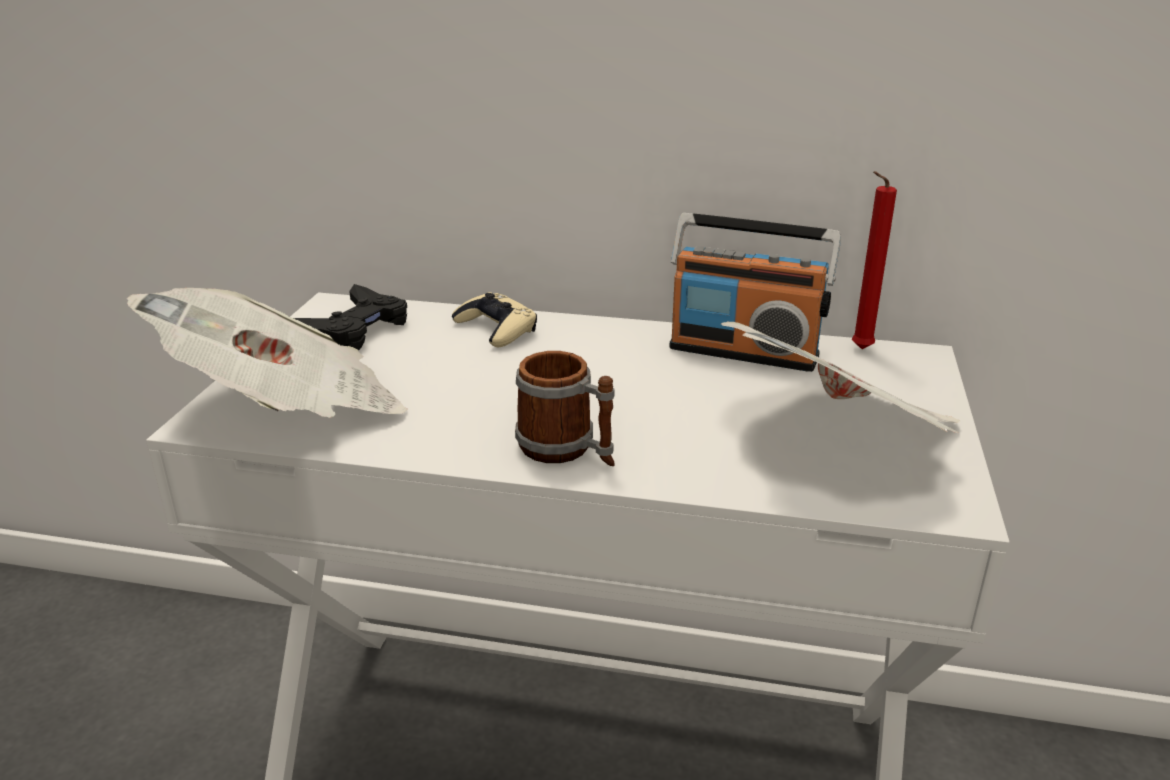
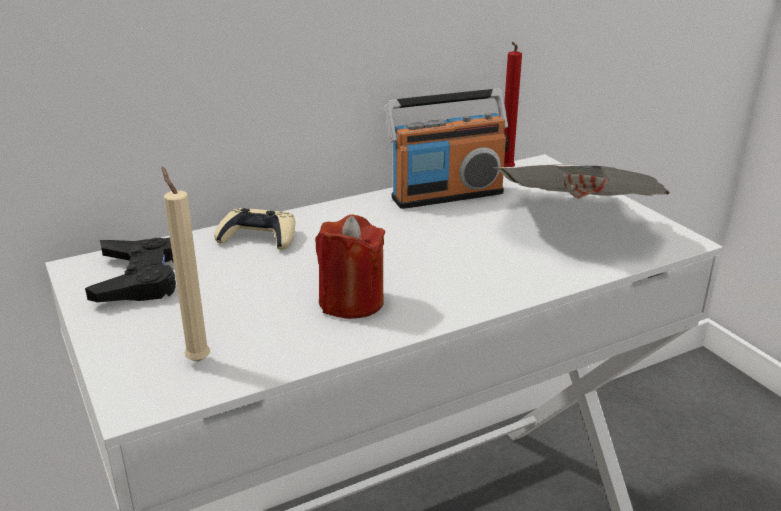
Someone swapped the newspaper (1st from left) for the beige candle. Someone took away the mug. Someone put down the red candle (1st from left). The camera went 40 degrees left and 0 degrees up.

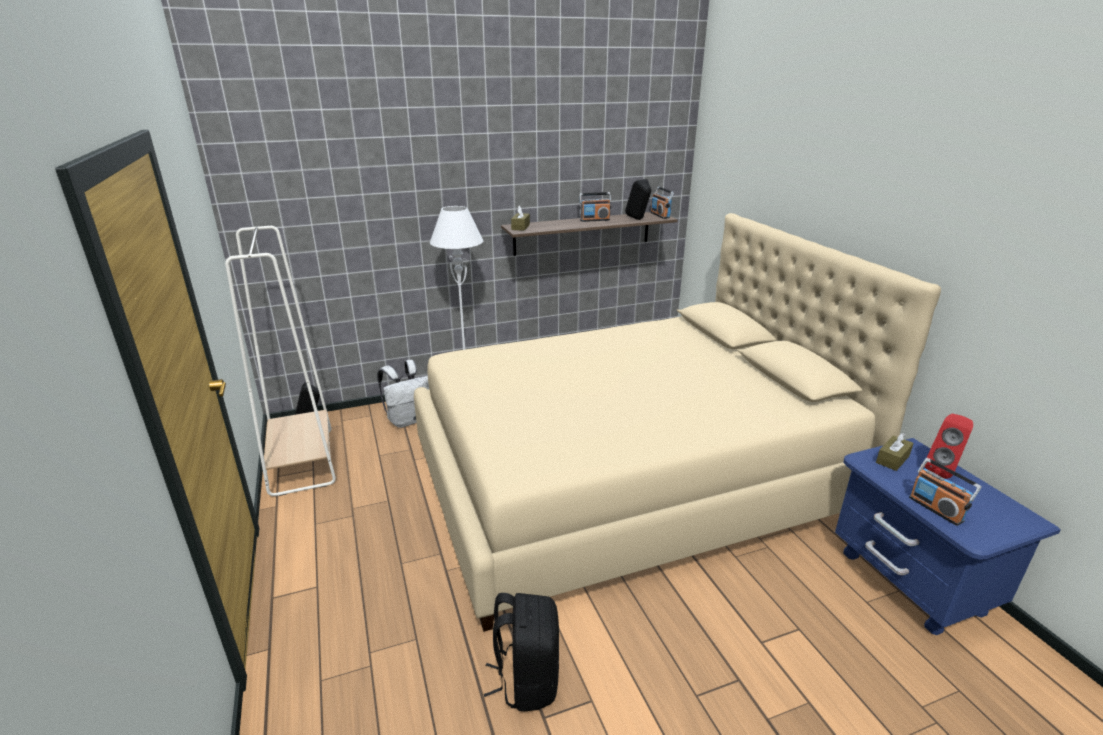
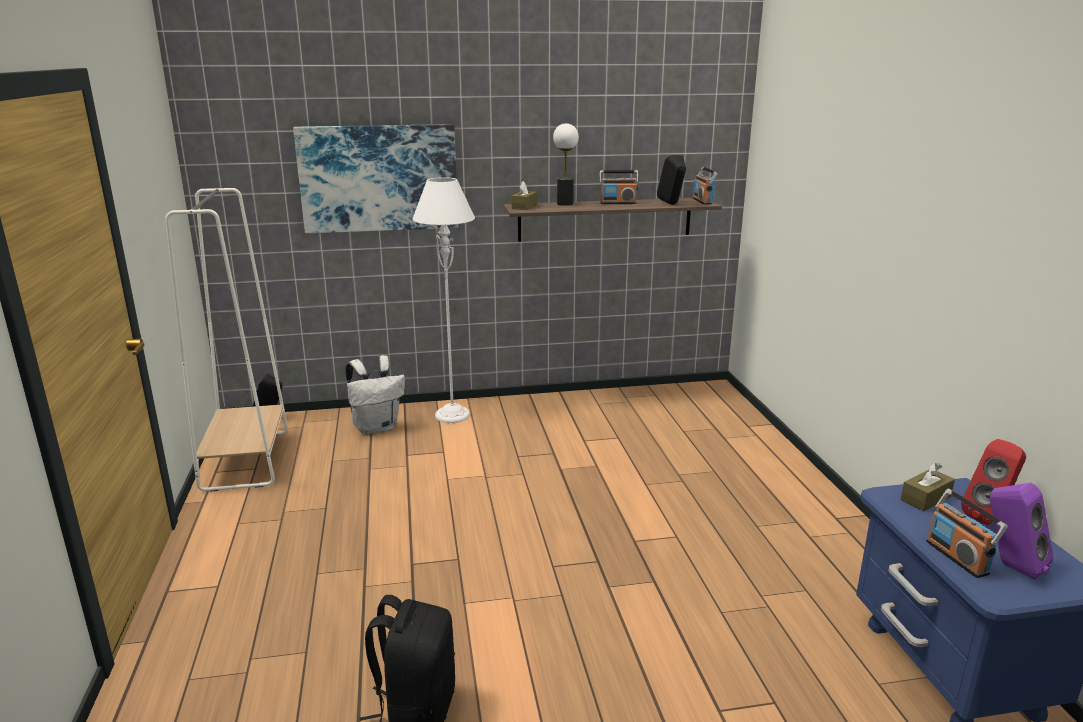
Someone took away the beige bed. Someone put down the table lamp. Someone put up the picture. Someone put down the purple speaker. The camera went 10 degrees right and 5 degrees down.

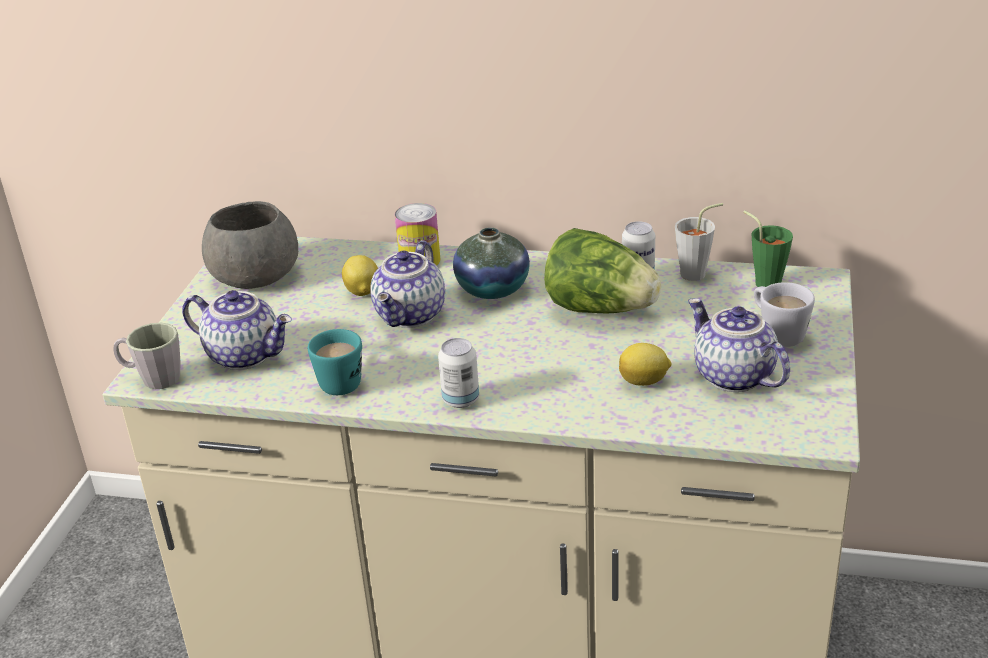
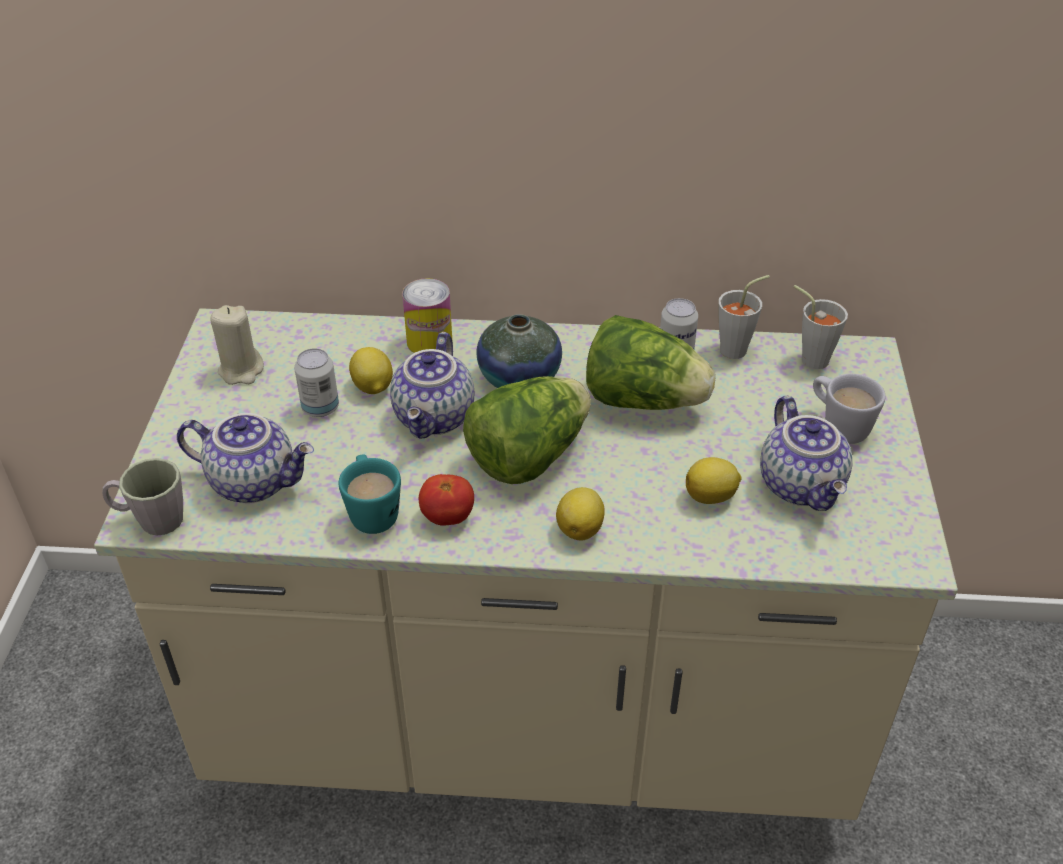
Someone swapped the grey bowl for the beige candle. Someone repainted the green cup, which became the grey cup (2nd from left). Someone rotated the teapot (3rd from left) by 150 degrees counterclockwise. Someone carried the can (2nd from left in the first image). Someone put down the lettuce (1st from left). Someone put down the tomato. Someone put down the lemon (2nd from left). The camera went 10 degrees left and 10 degrees up.

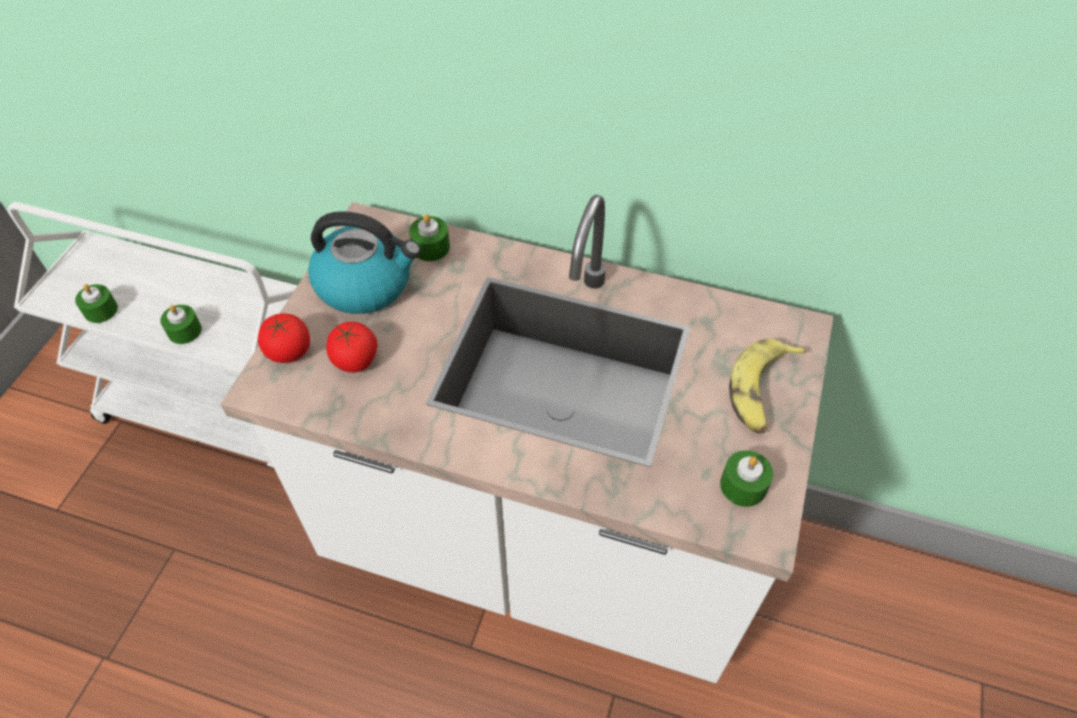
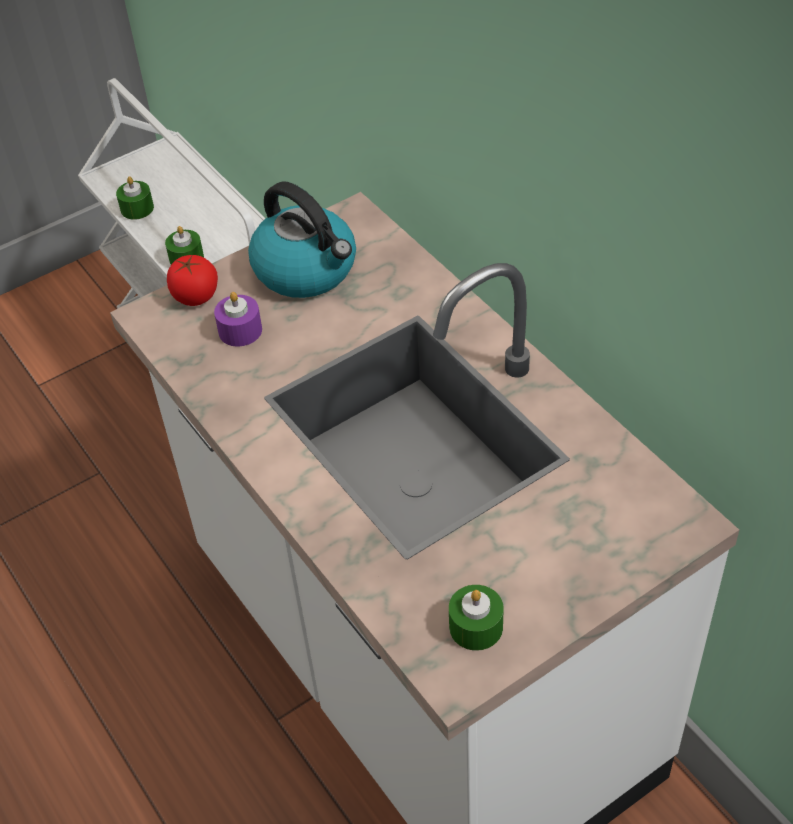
Someone took away the green candle (3rd from left). Someone swapped the tomato (2nd from left) for the purple candle. Someone took away the banana. The camera went 40 degrees right and 5 degrees down.

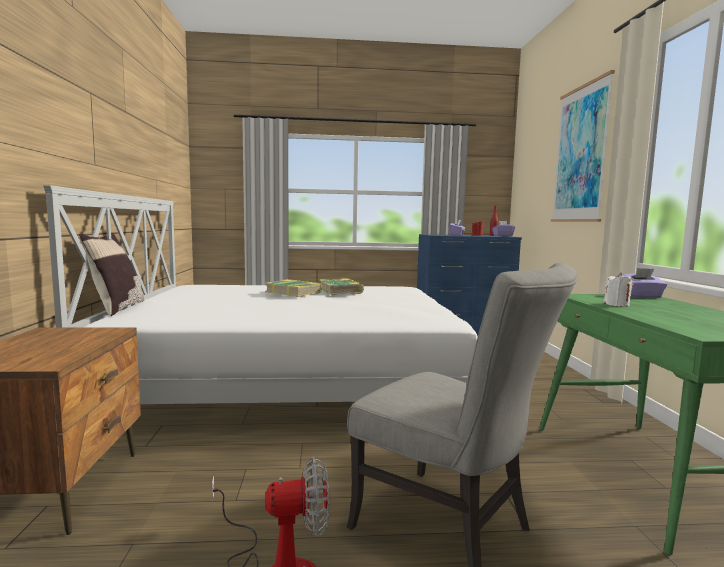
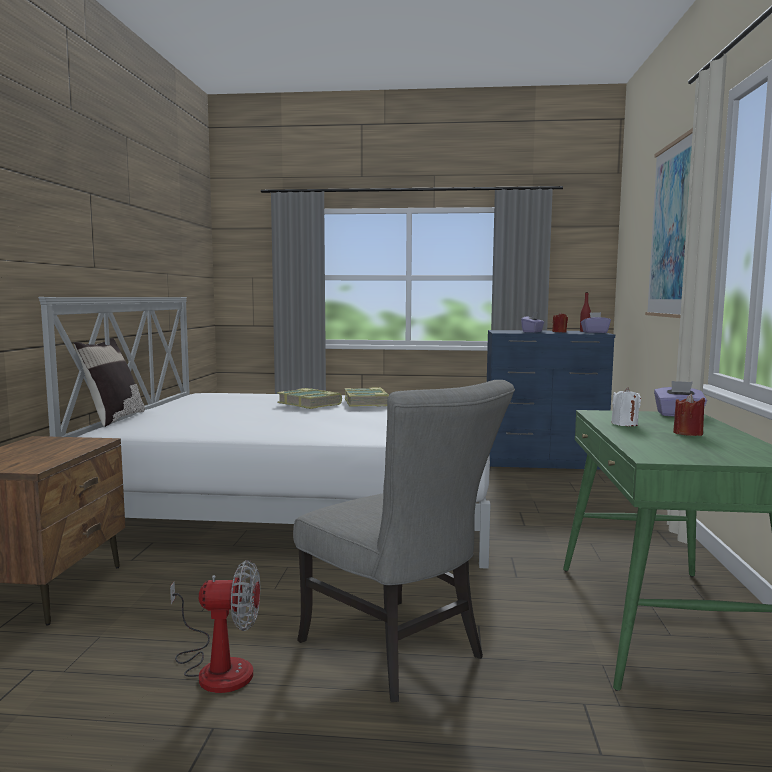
Someone put down the red candle (2nd from left). The camera went 10 degrees right and 0 degrees up.

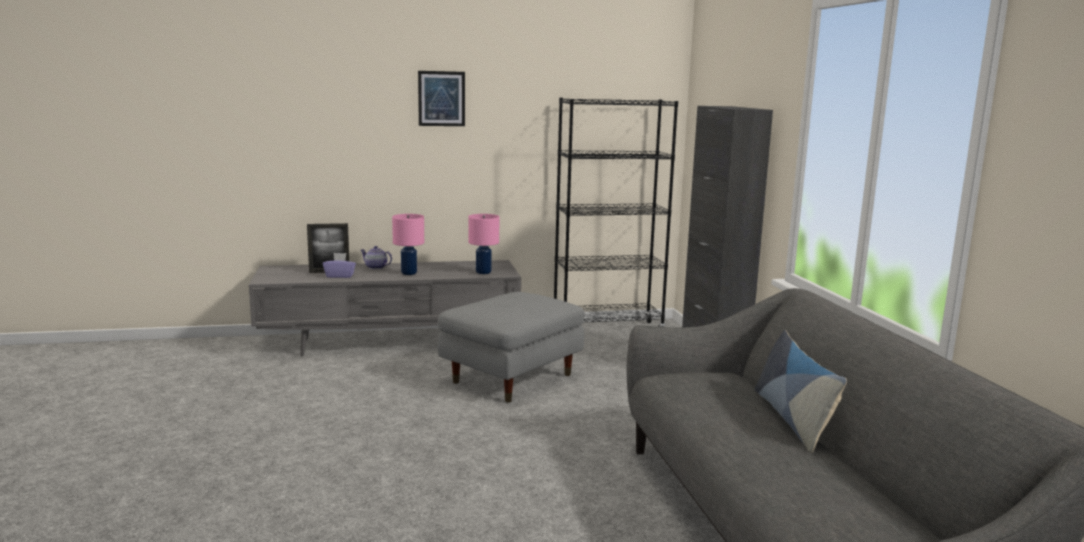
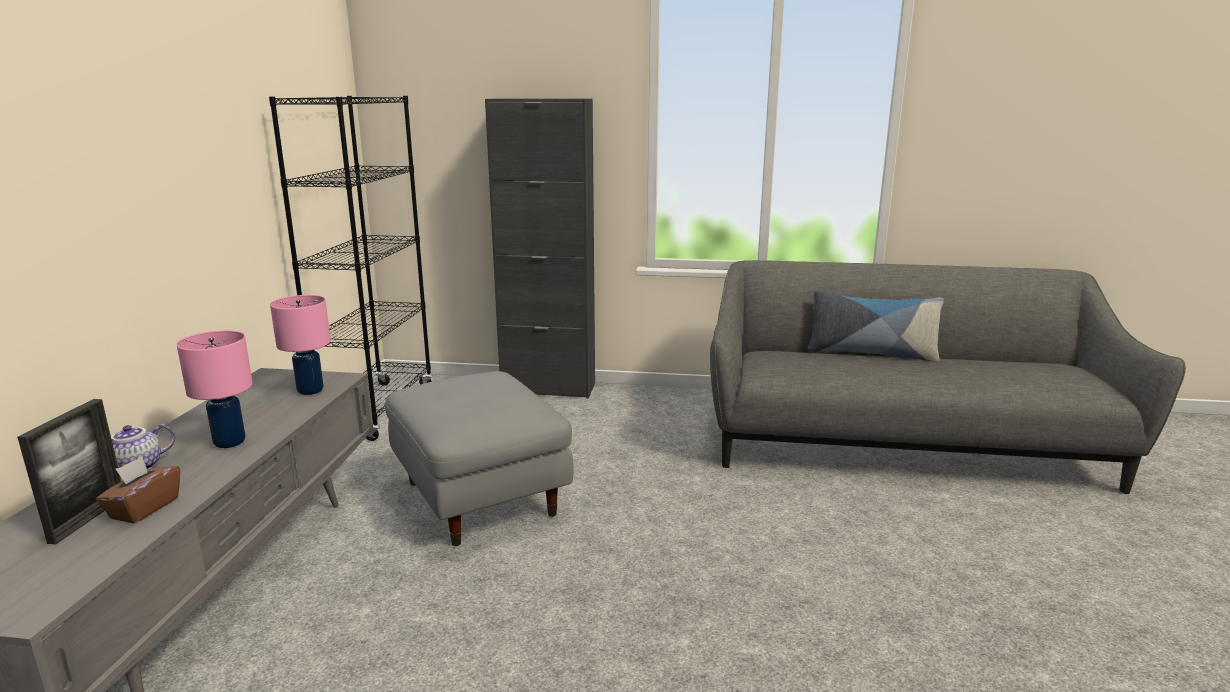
Someone took away the picture. Someone repainted the purple tissue box, which became the brown tissue box. The camera went 70 degrees left and 5 degrees up.

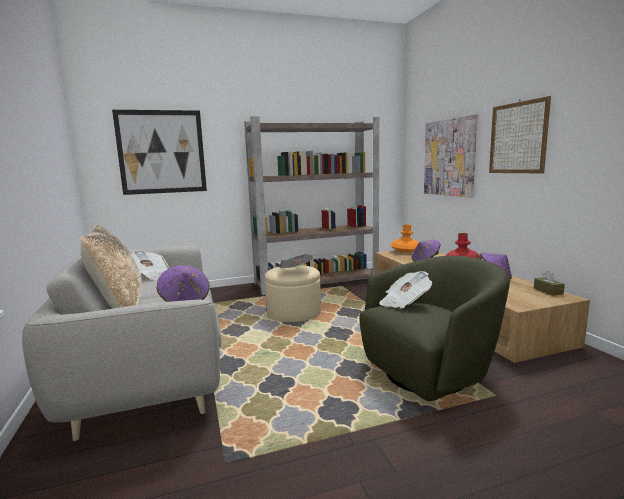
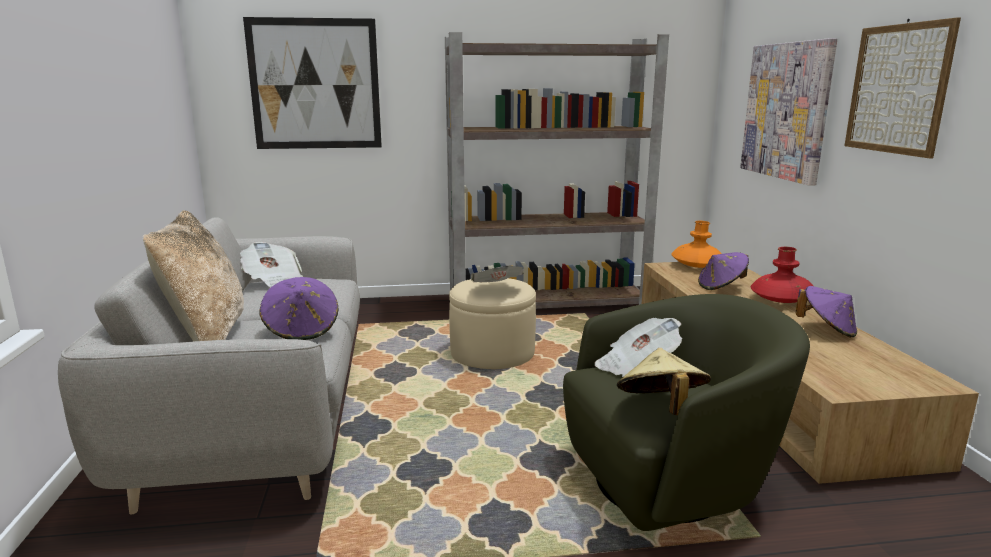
Someone took away the brown tissue box. Someone put down the beige hat. The camera went 10 degrees right and 5 degrees up.

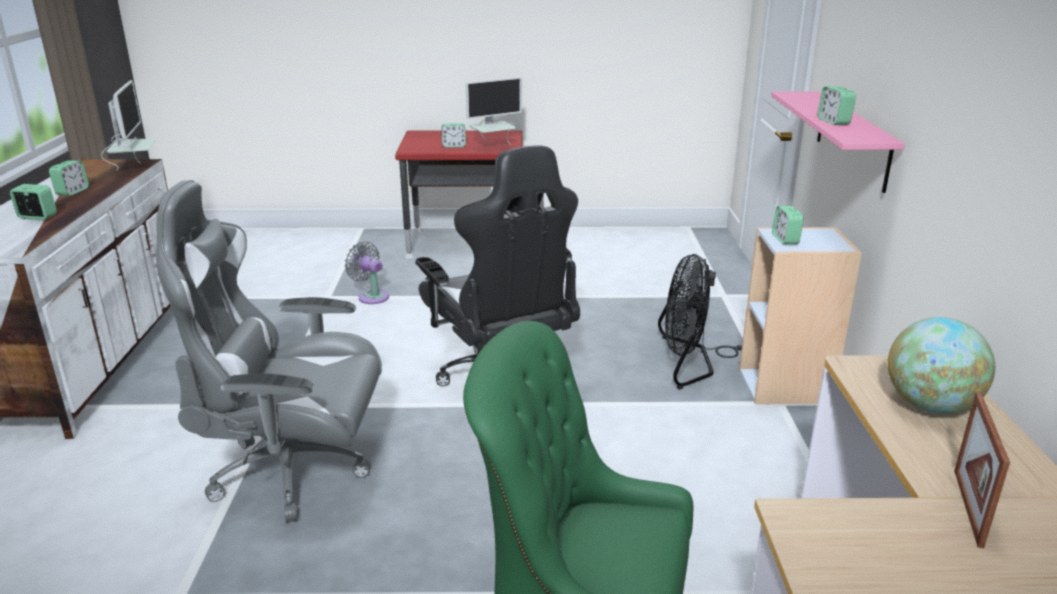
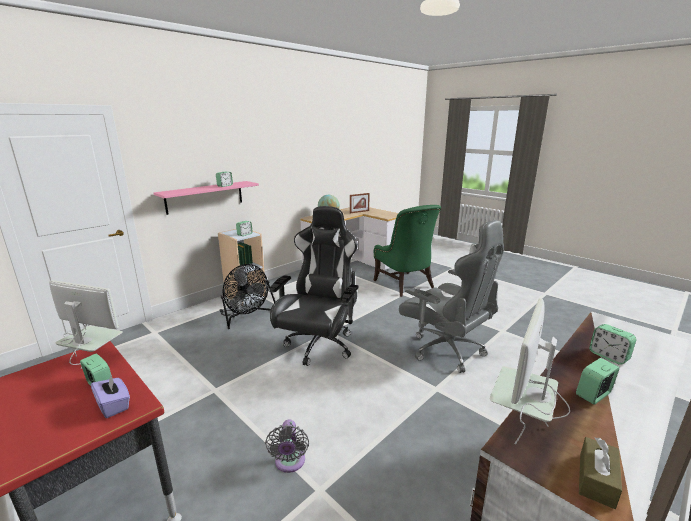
Someone put down the purple tissue box. Someone put down the brown tissue box. The camera went 135 degrees left and 5 degrees down.

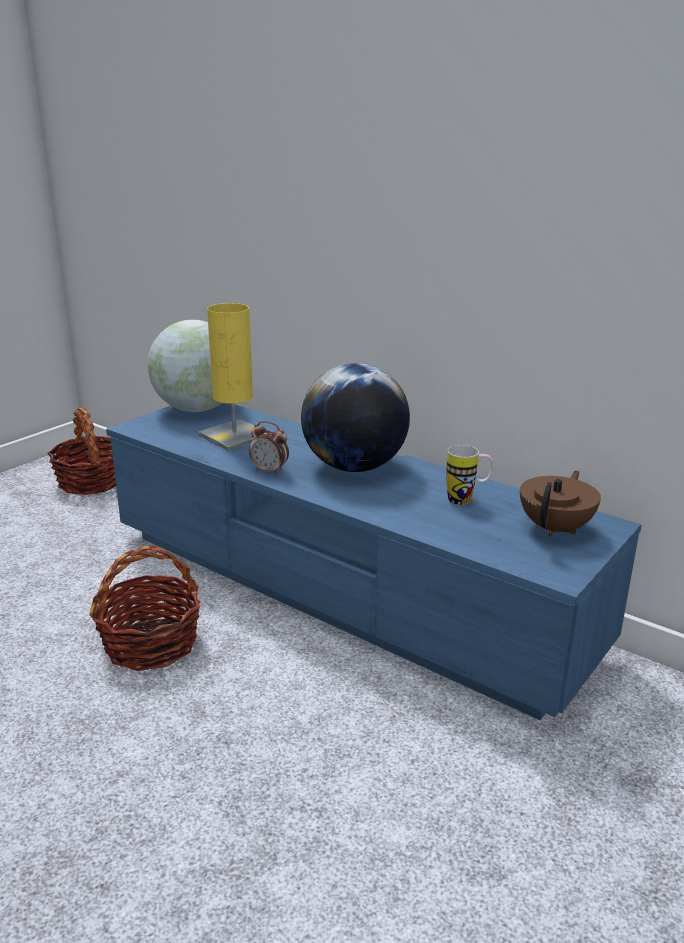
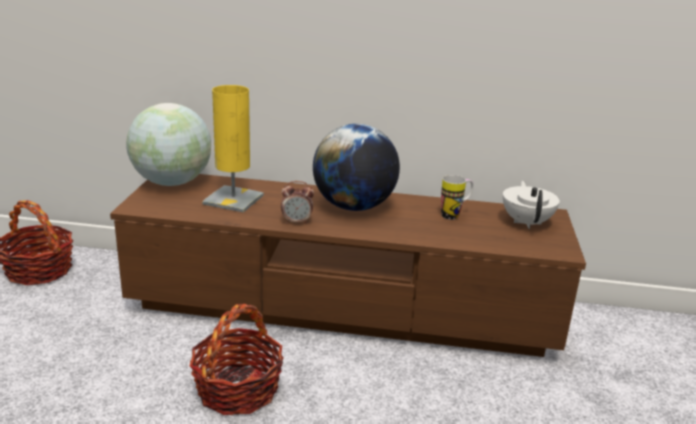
Someone repainted the blue tv stand, which became the brown tv stand. Someone repainted the brown teapot, which became the white teapot. The camera went 30 degrees left and 0 degrees up.

